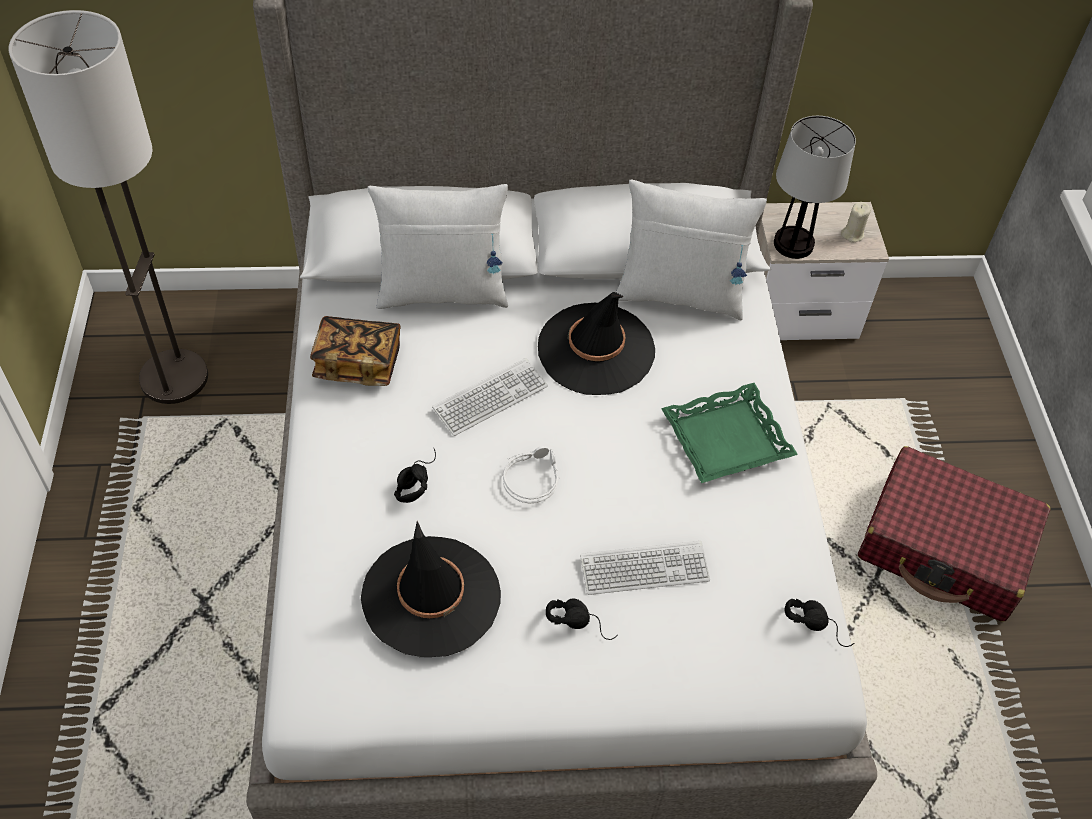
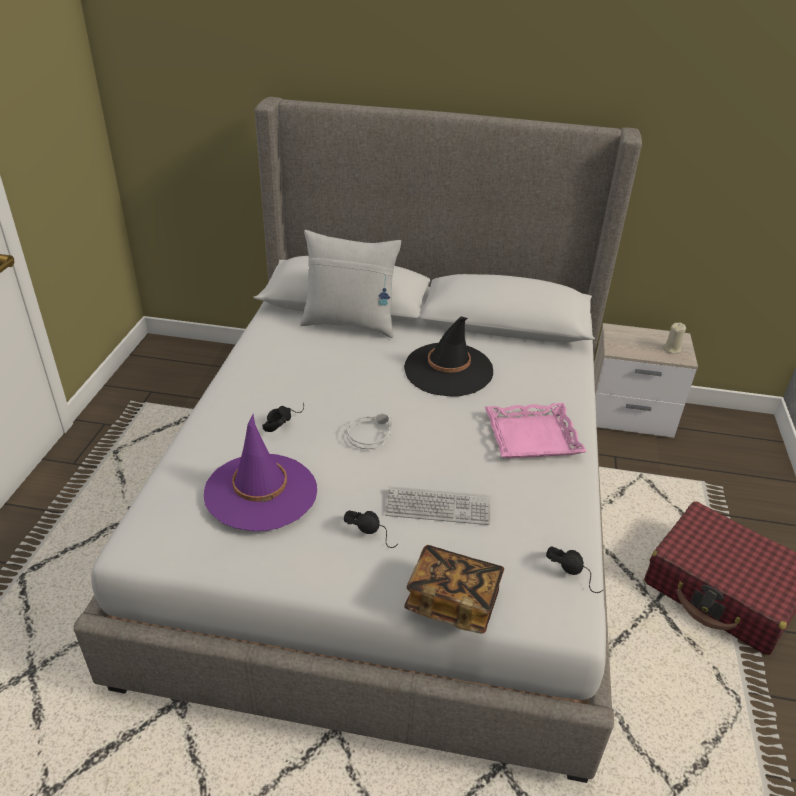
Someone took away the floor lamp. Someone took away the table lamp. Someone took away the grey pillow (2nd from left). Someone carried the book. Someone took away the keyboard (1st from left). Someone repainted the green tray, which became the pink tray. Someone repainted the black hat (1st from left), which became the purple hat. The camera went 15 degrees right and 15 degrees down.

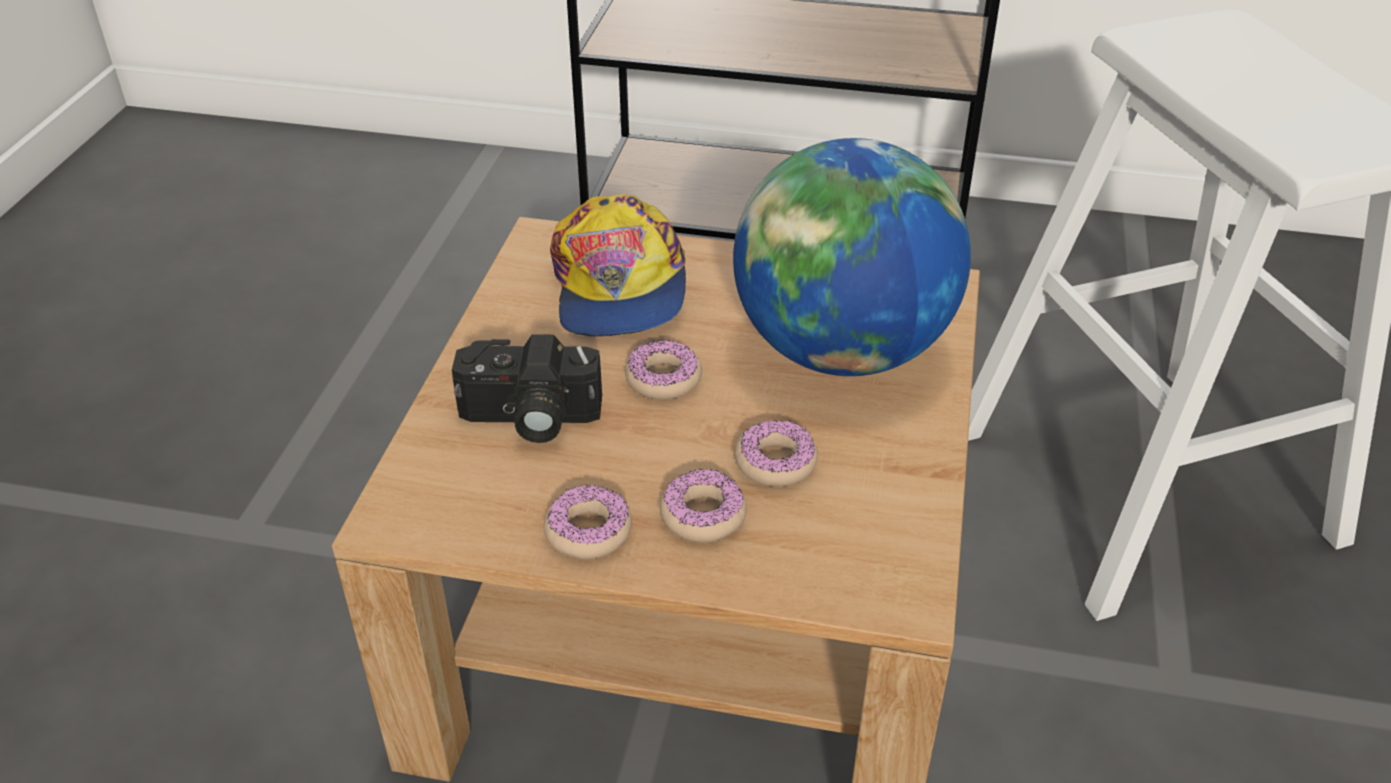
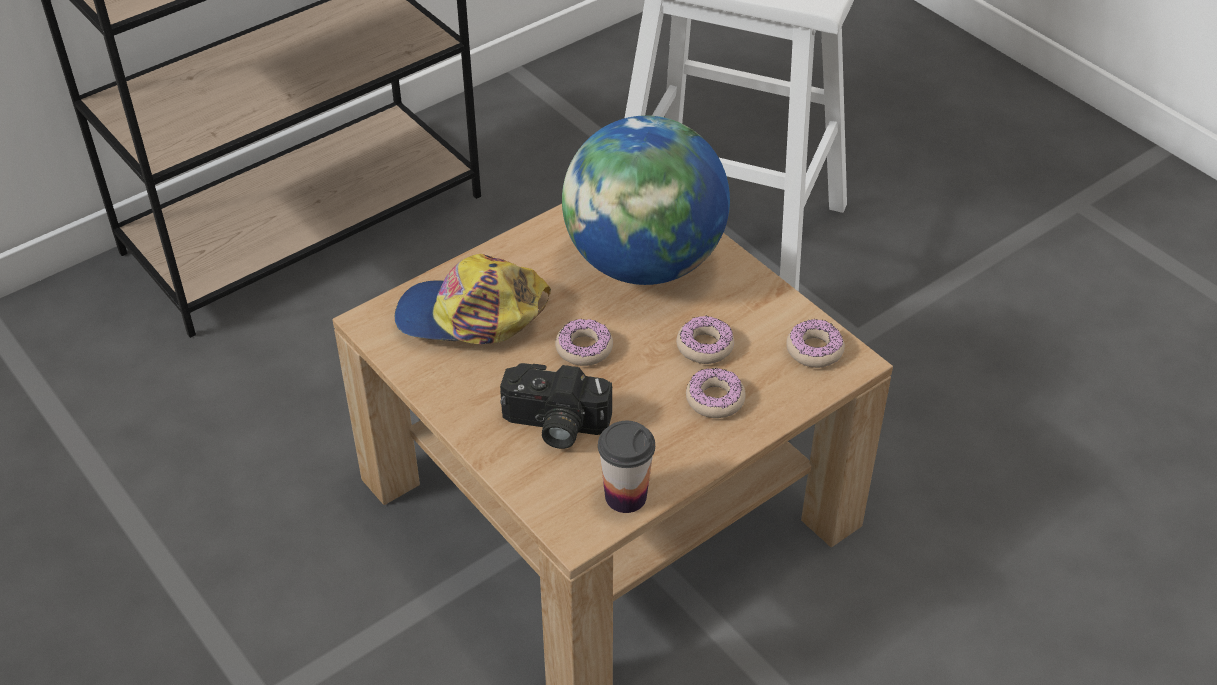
Someone rotated the cap by 150 degrees clockwise. Someone rotated the photo camera by 60 degrees clockwise. Someone carried the donut (1st from left in the first image). Someone put down the cup. The camera went 50 degrees left and 5 degrees up.

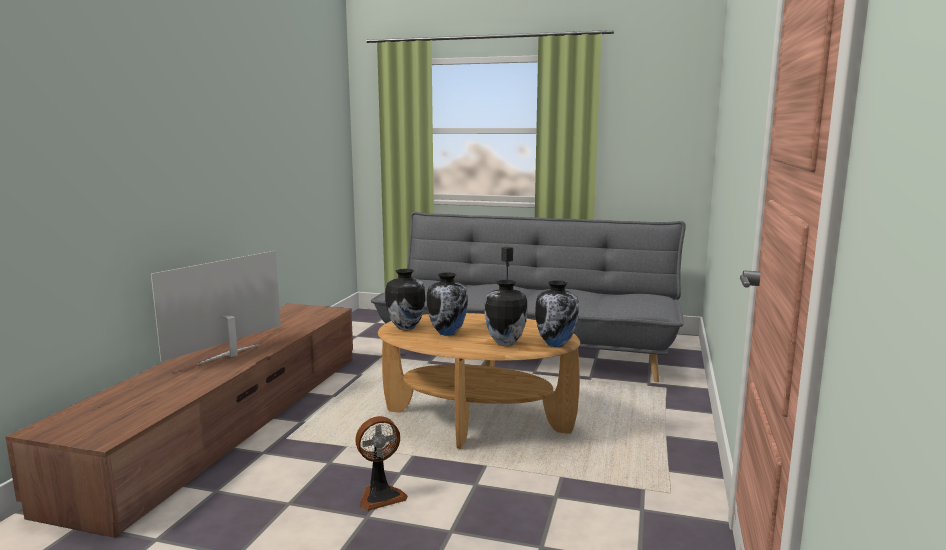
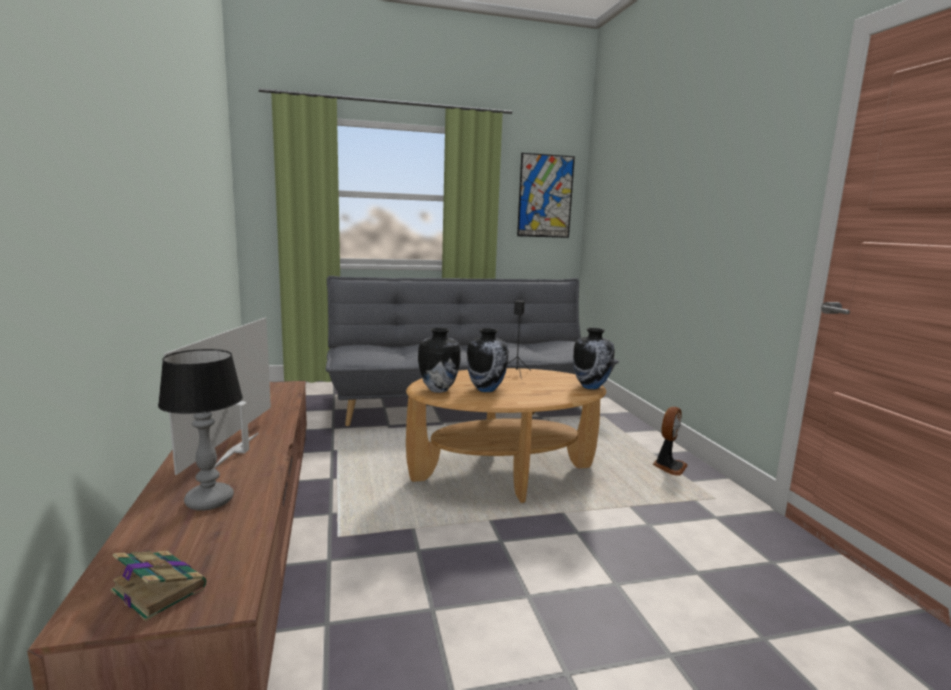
Someone took away the vase (3rd from left). Someone carried the fan. Someone put up the picture. Someone put down the table lamp. Someone put down the book. The camera went 30 degrees left and 0 degrees up.

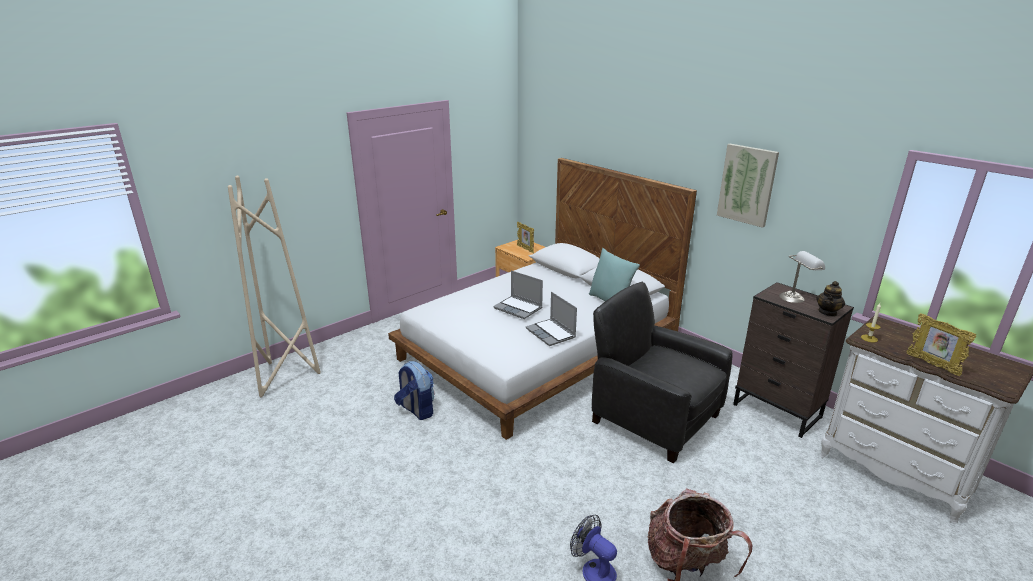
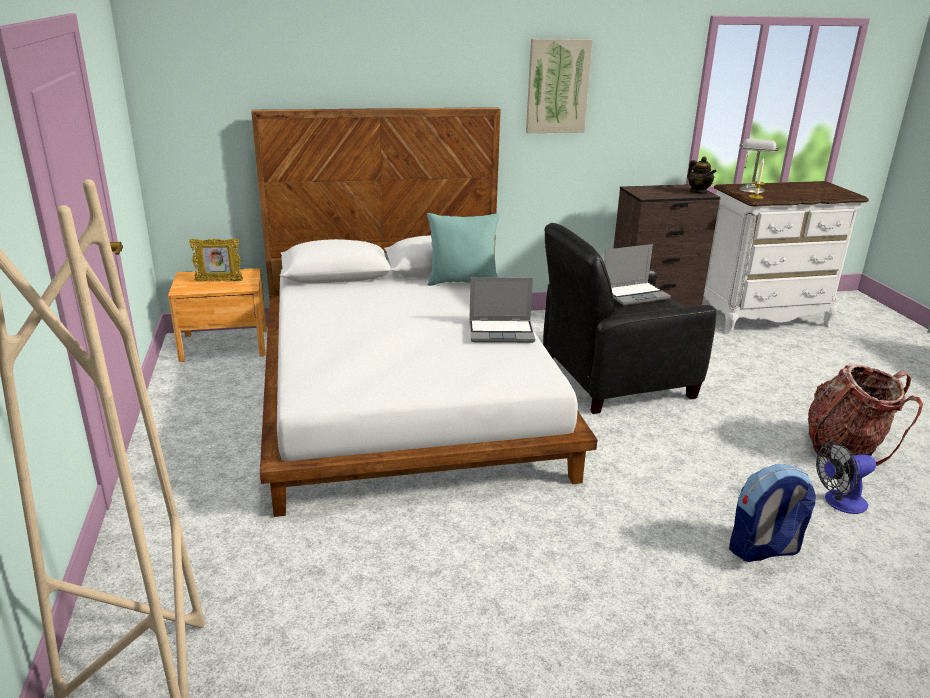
Someone carried the white table lamp. Someone carried the laptop (1st from left in the first image). Someone took away the picture frame (2nd from left). Someone carried the backpack (1st from left). The camera went 60 degrees left and 0 degrees up.

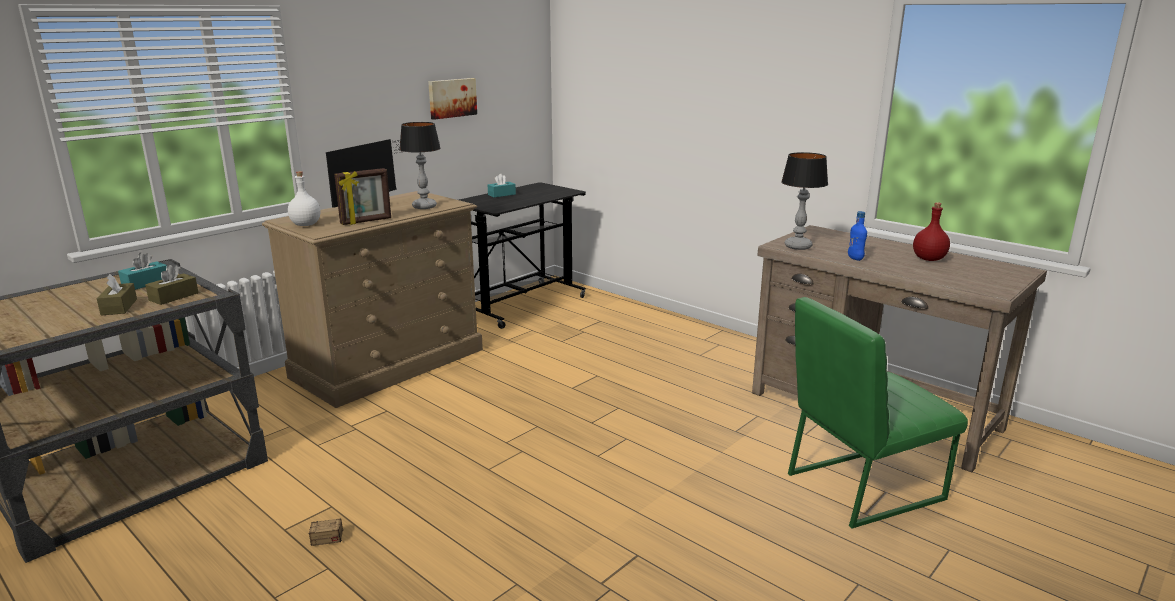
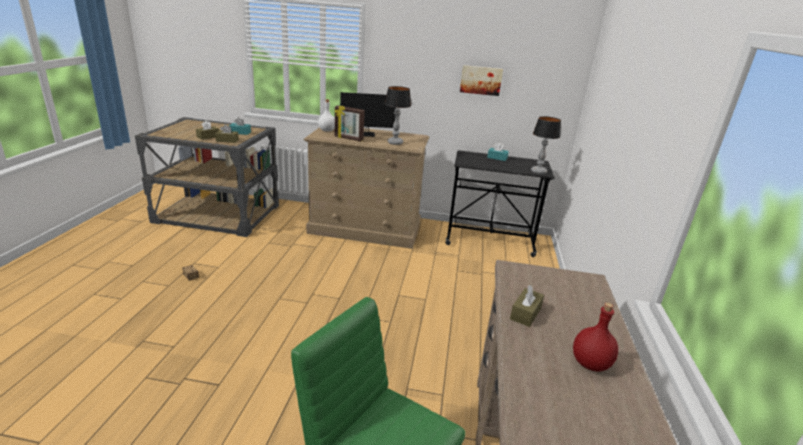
Someone carried the table lamp (2nd from left). Someone swapped the blue bottle for the brown tissue box (3rd from left). The camera went 55 degrees right and 5 degrees up.

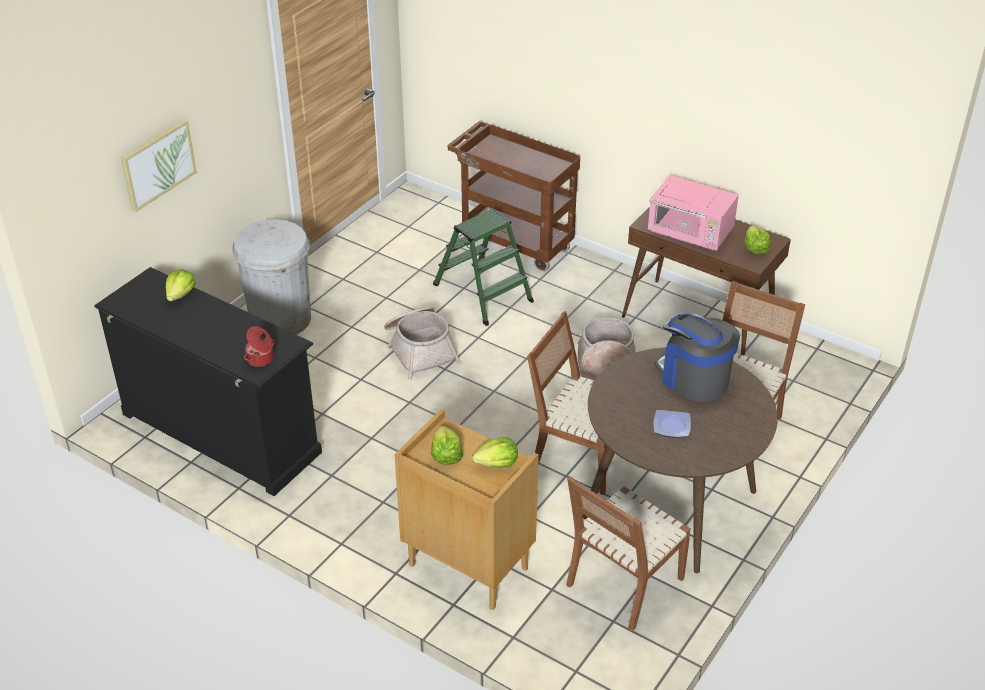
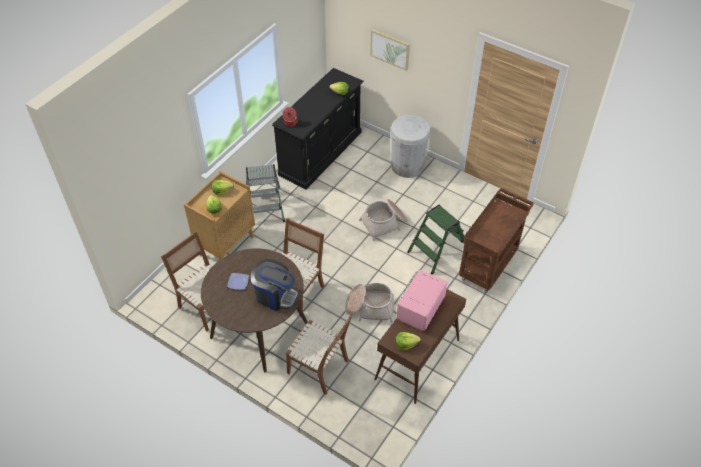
Someone rotated the coffee machine by 60 degrees clockwise. Someone put down the grey step ladder. The camera went 90 degrees right and 10 degrees up.

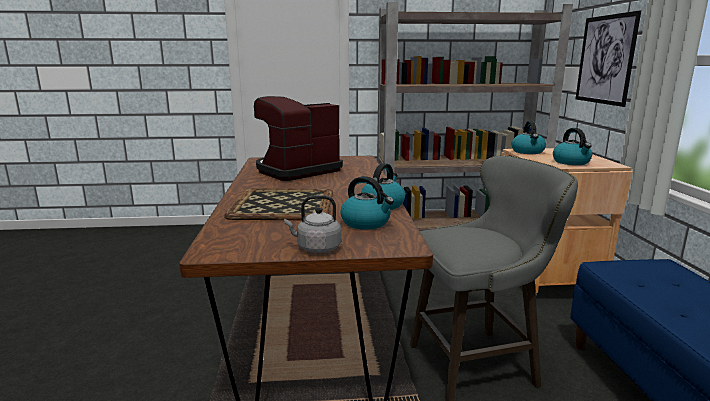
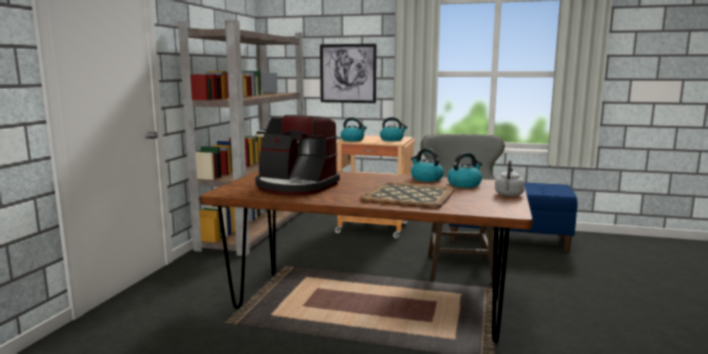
Someone rotated the coffee machine by 45 degrees counterclockwise. The camera went 70 degrees left and 5 degrees down.

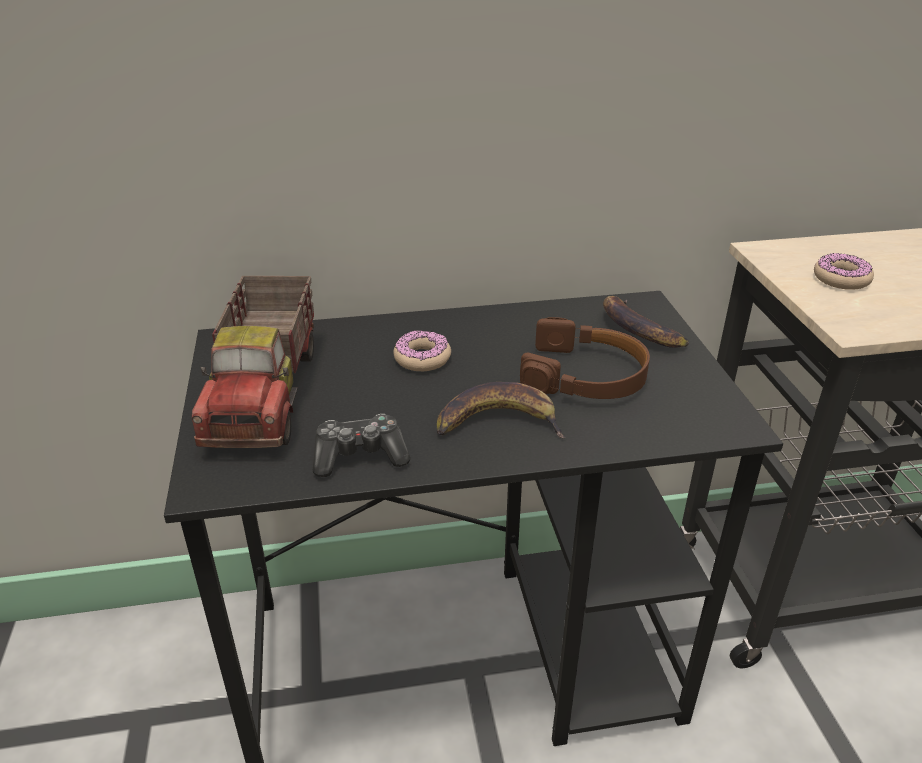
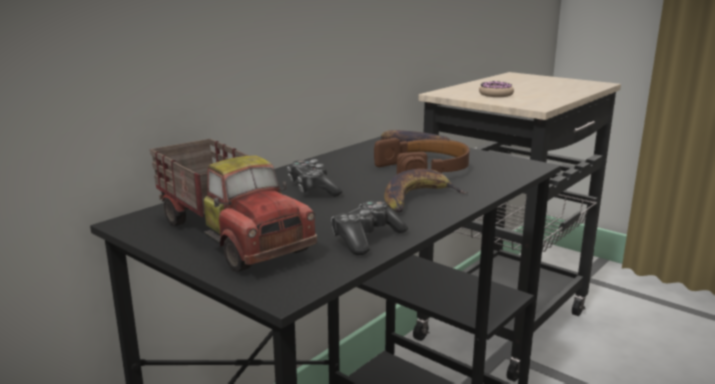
Someone swapped the donut (1st from left) for the game controller (1st from left). The camera went 40 degrees left and 15 degrees down.

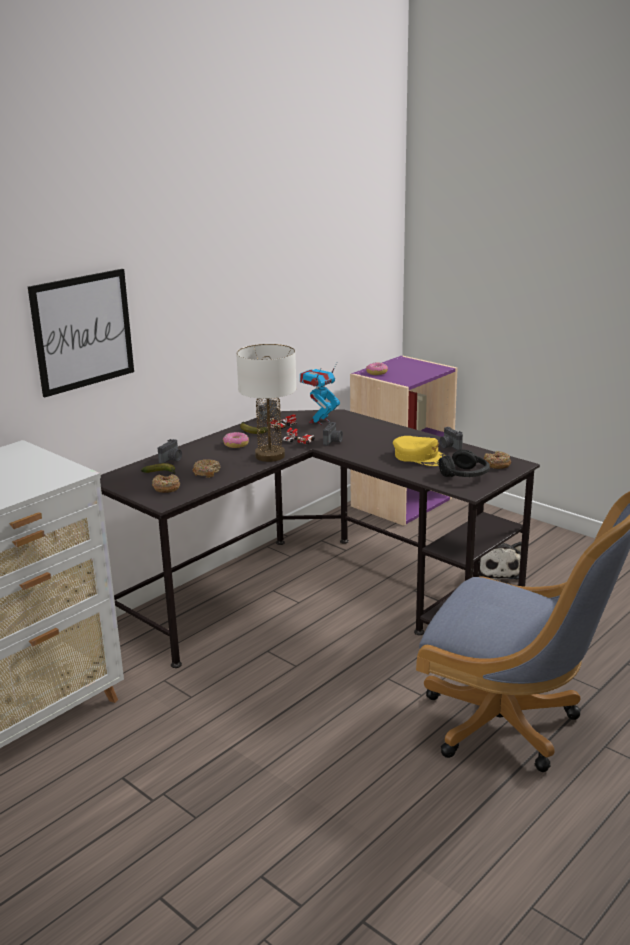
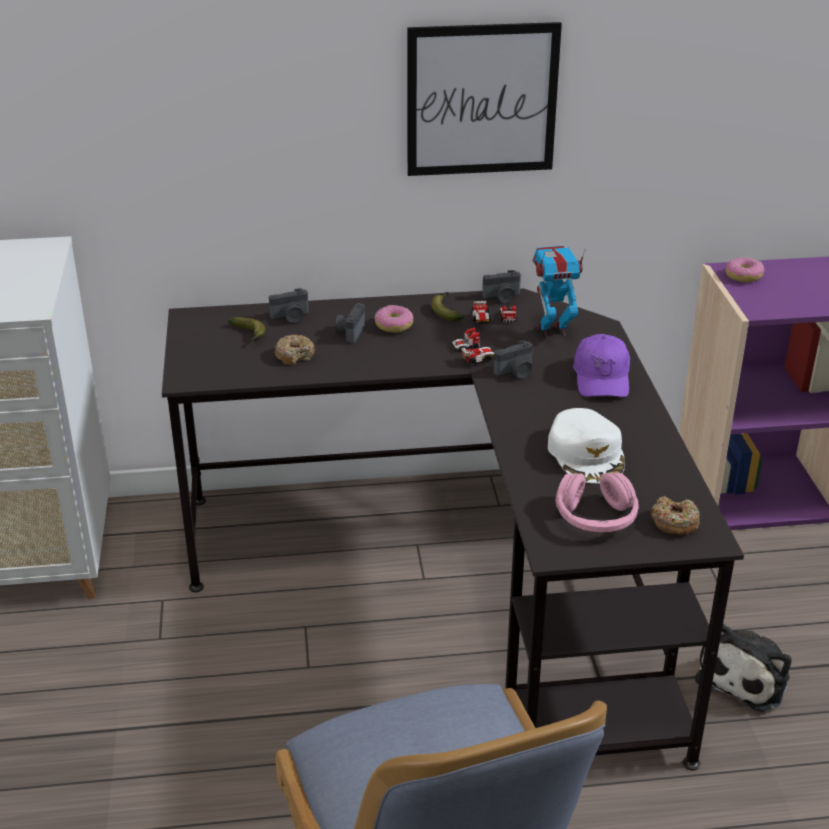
Someone carried the picture. Someone took away the table lamp. Someone carried the photo camera (4th from left in the first image). Someone repainted the yellow cap, which became the white cap. Someone repainted the black headphones, which became the pink headphones. Someone took away the donut (1st from left). Someone put down the purple cap. The camera went 40 degrees right and 10 degrees up.

